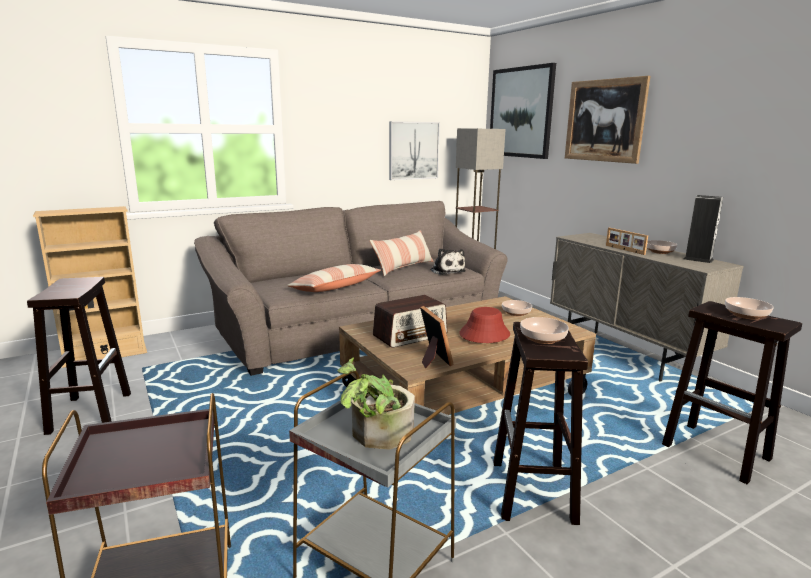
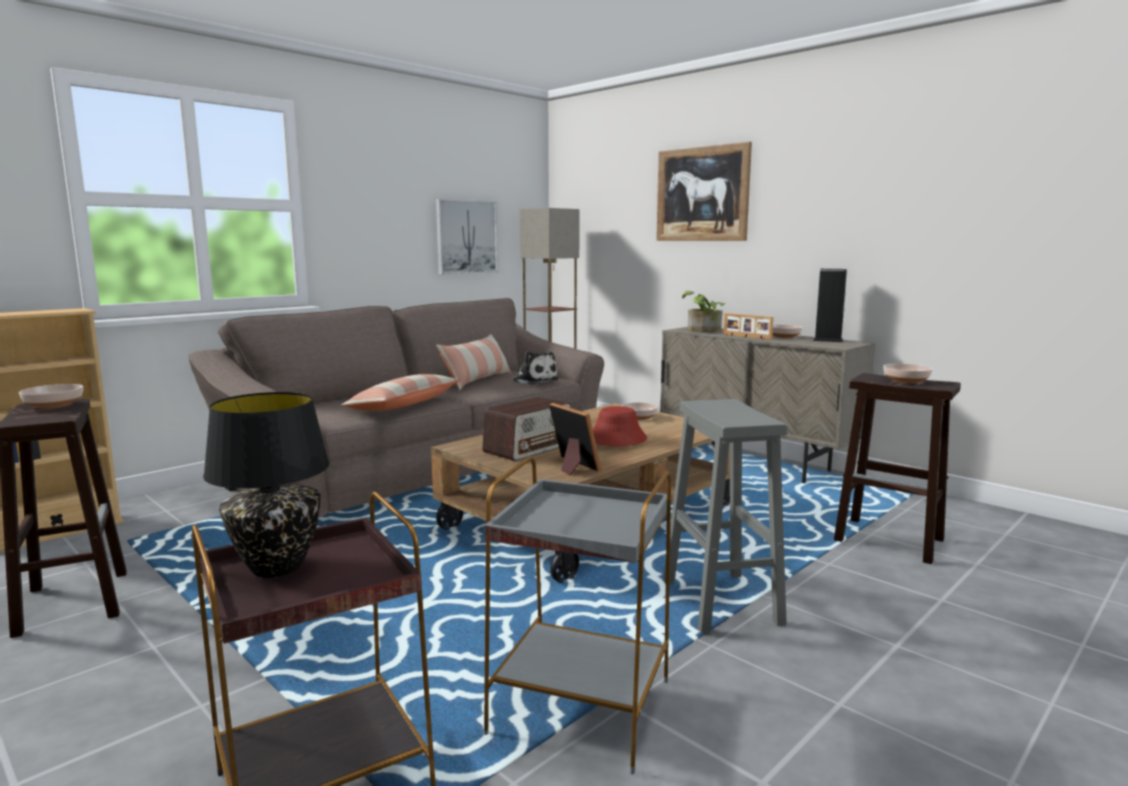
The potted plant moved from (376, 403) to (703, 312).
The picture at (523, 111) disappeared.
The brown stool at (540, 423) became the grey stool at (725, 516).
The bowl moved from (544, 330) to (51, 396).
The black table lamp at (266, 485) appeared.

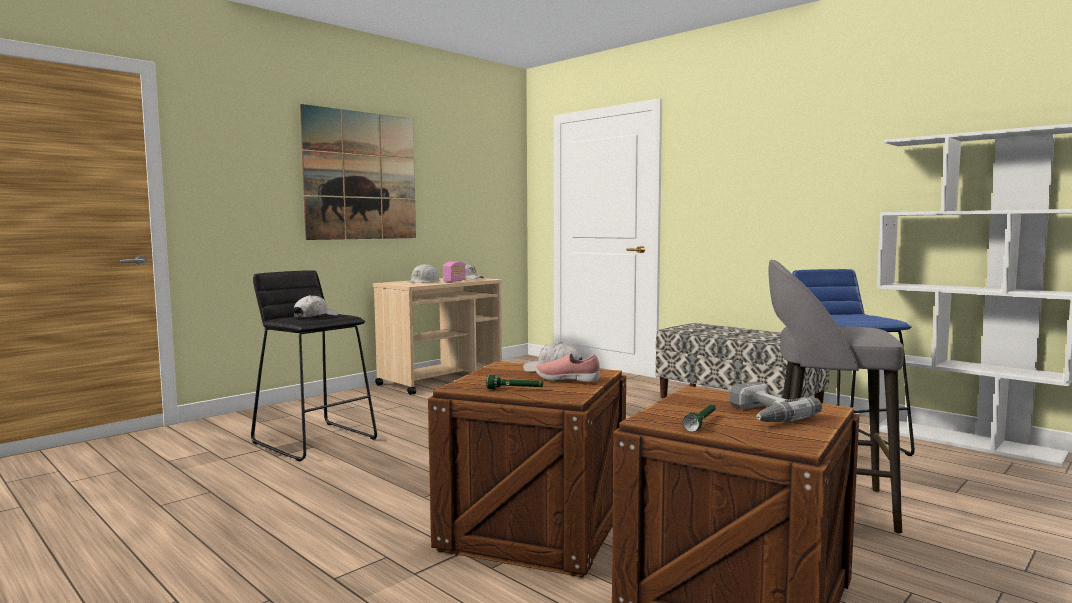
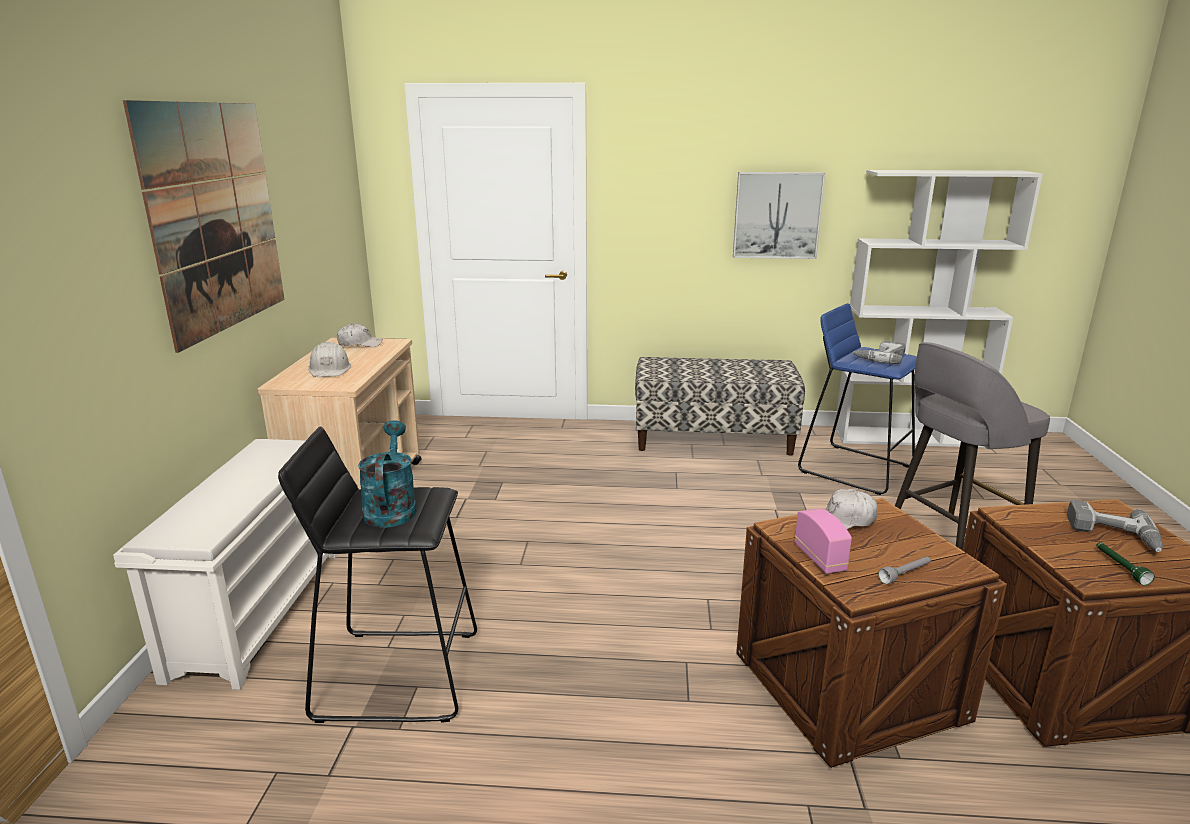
The white cap at (316, 306) was replaced by the turquoise watering can at (387, 474).
The radio moved from (454, 272) to (823, 541).
The green flashlight at (514, 382) became the grey flashlight at (904, 570).
The pink shoe at (567, 367) disappeared.
The white shoe rack at (225, 564) appeared.
The picture at (779, 215) appeared.
The power drill at (879, 352) appeared.

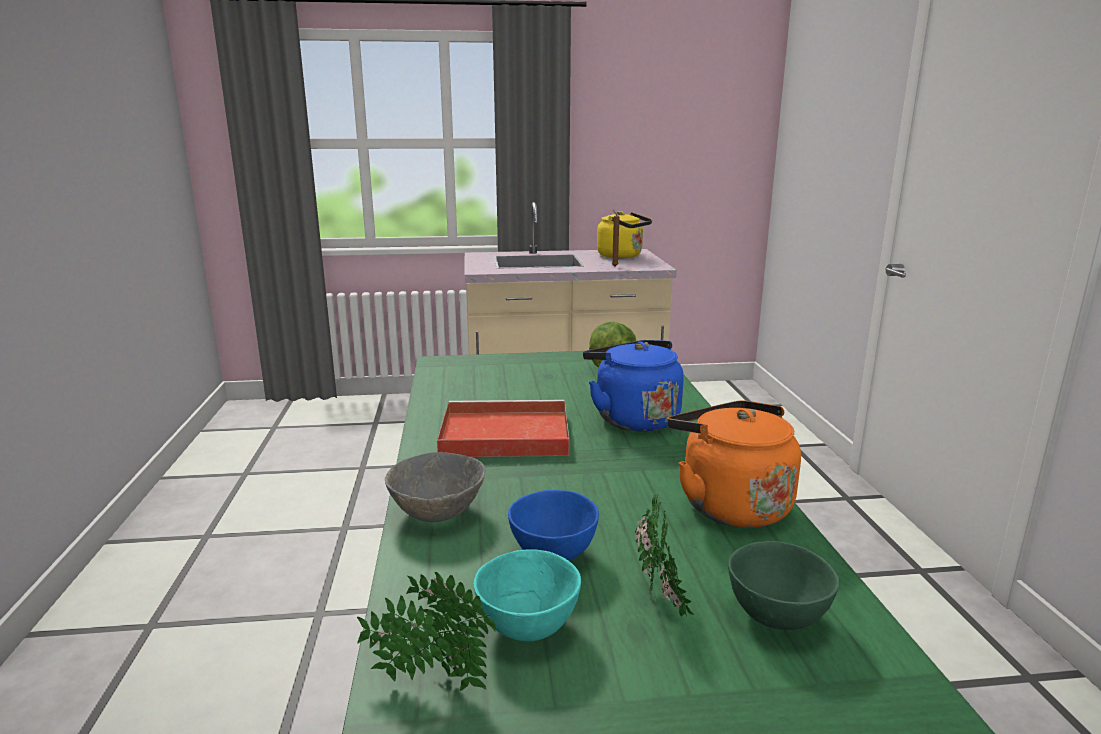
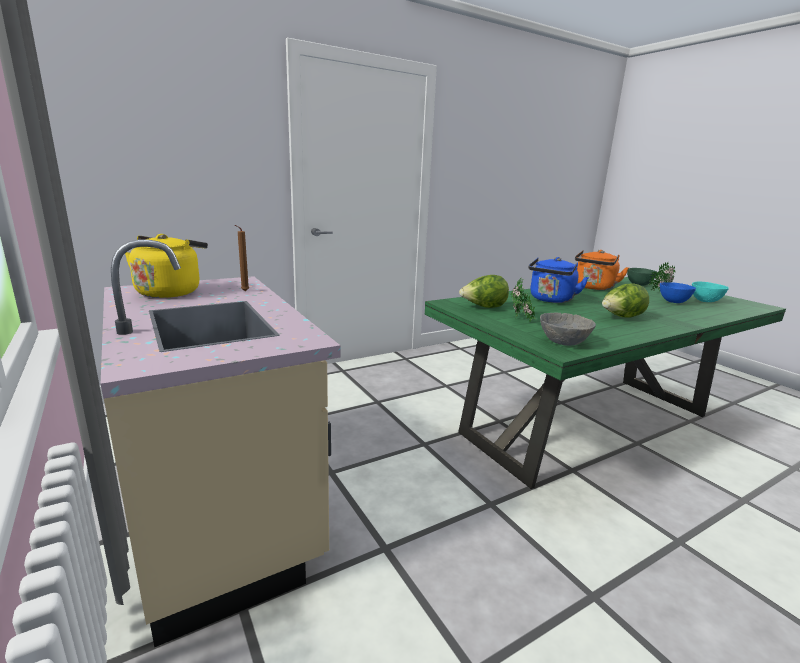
The potted plant moved from (426, 631) to (523, 299).
The grey bowl moved from (435, 487) to (568, 329).
The red tray at (503, 428) was replaced by the lettuce at (625, 301).

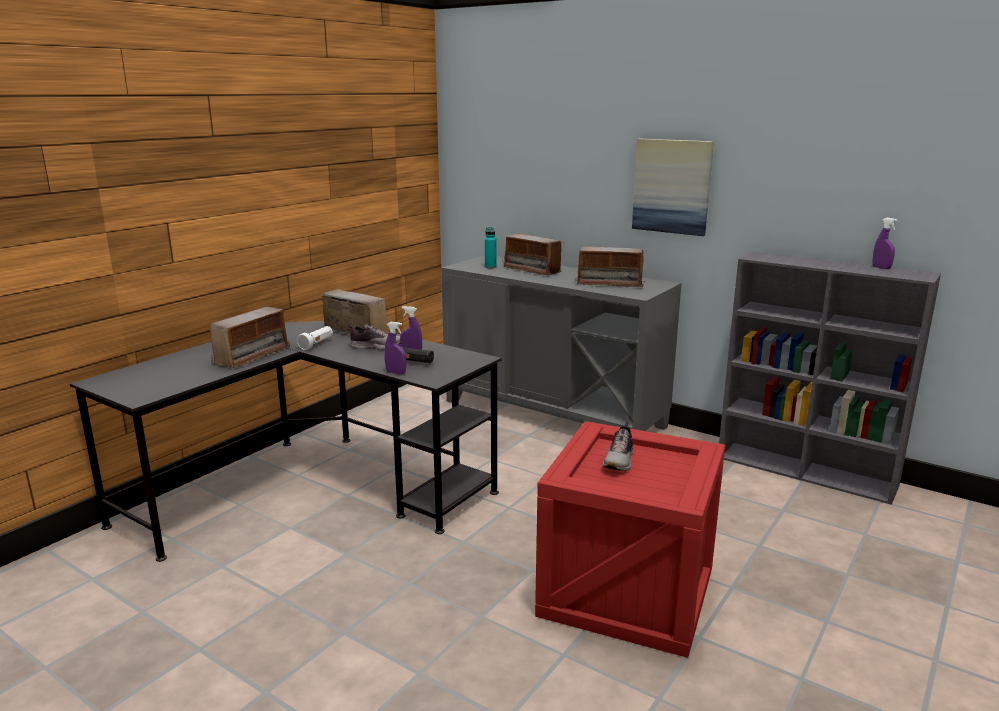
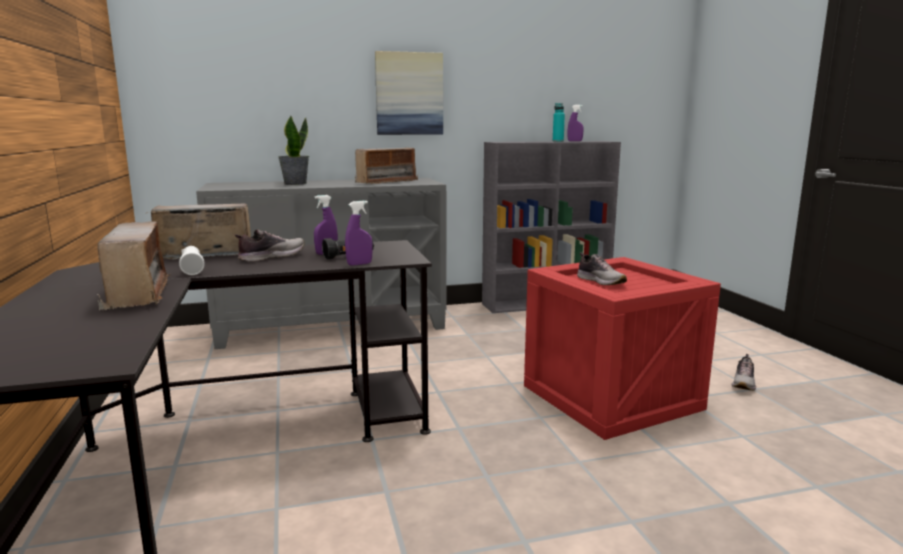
The turquoise bottle moved from (491, 247) to (559, 122).
The radio at (533, 254) was replaced by the potted plant at (293, 150).
The shoe at (744, 372) appeared.

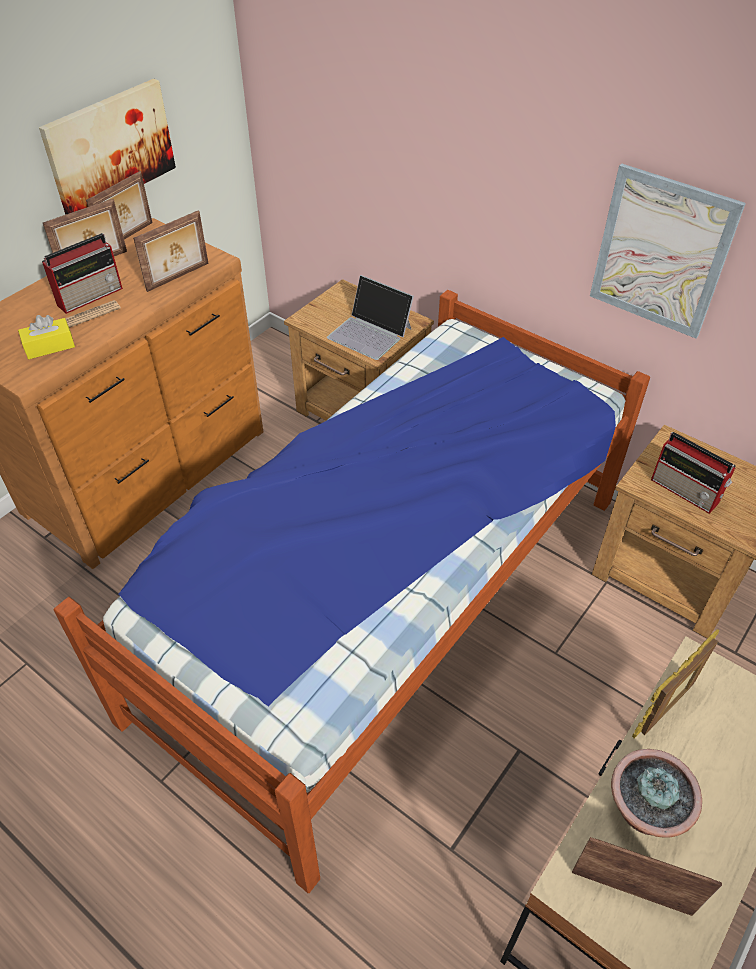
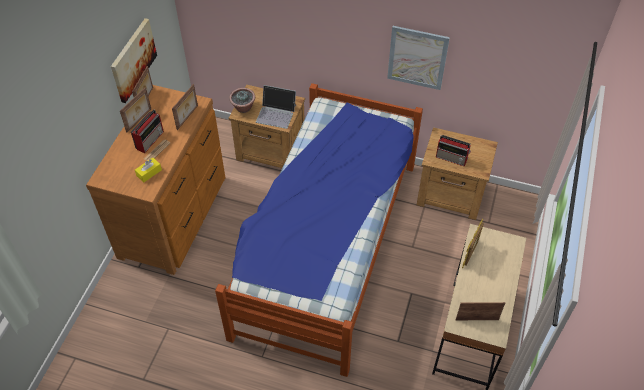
The potted plant moved from (656, 793) to (242, 100).

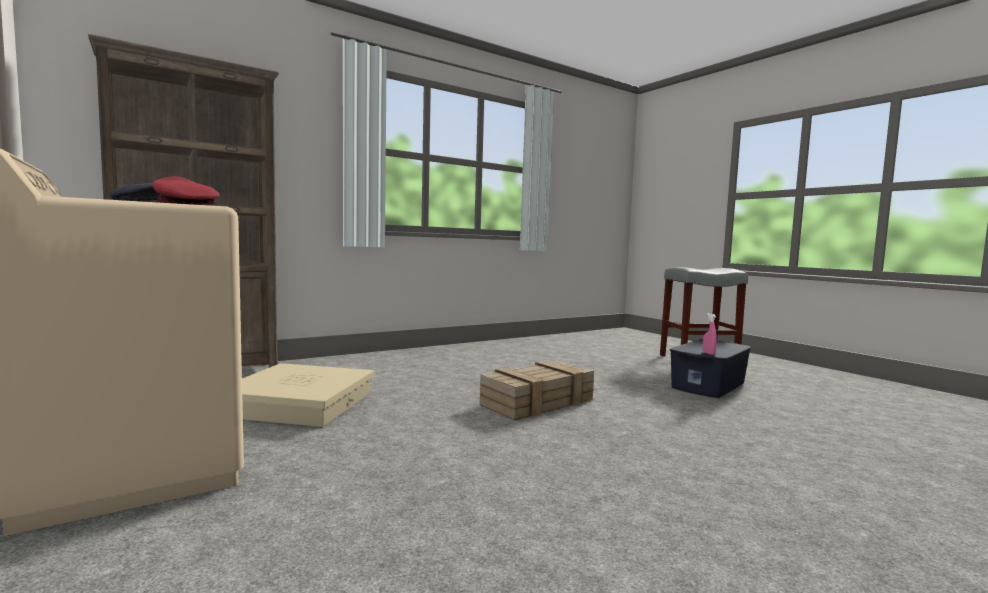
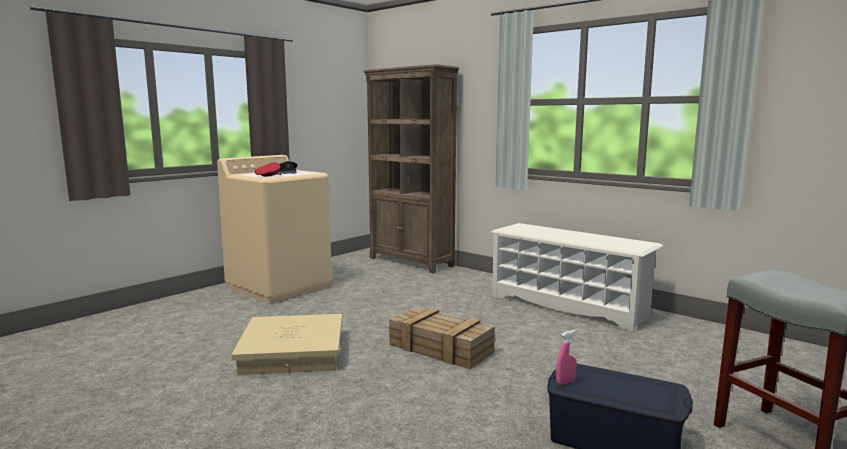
The beige storage box moved from (308, 395) to (286, 344).
The white shoe rack at (577, 277) appeared.

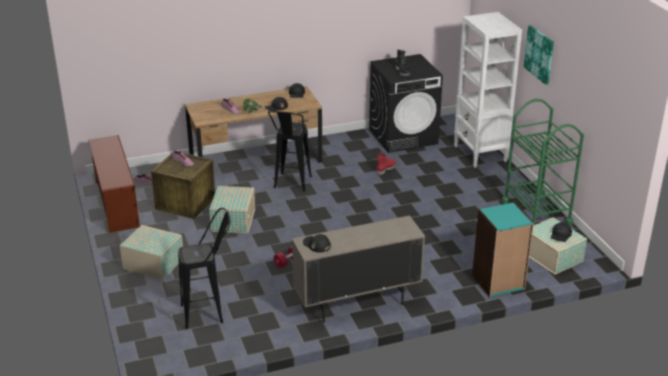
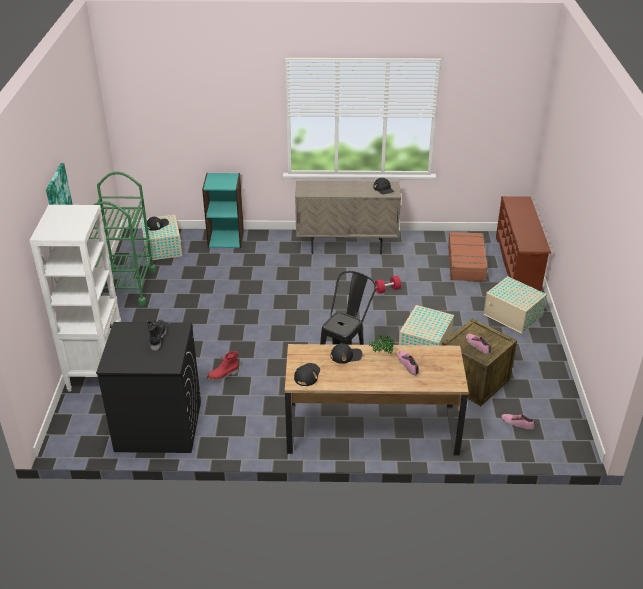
The brown shoe rack moved from (114, 184) to (523, 243).
The black stool at (204, 268) was replaced by the brown suitcase at (468, 257).

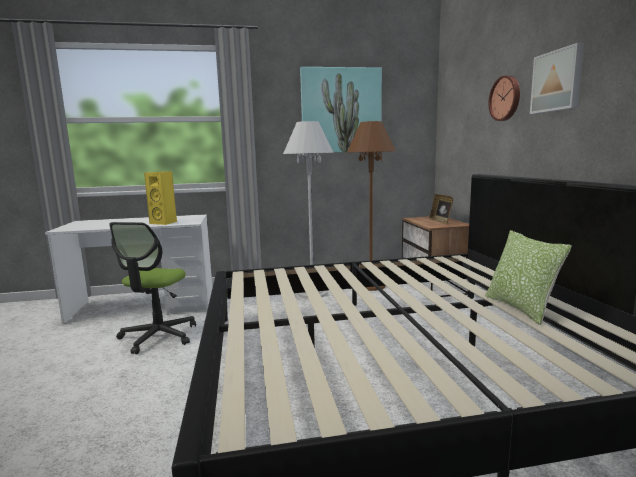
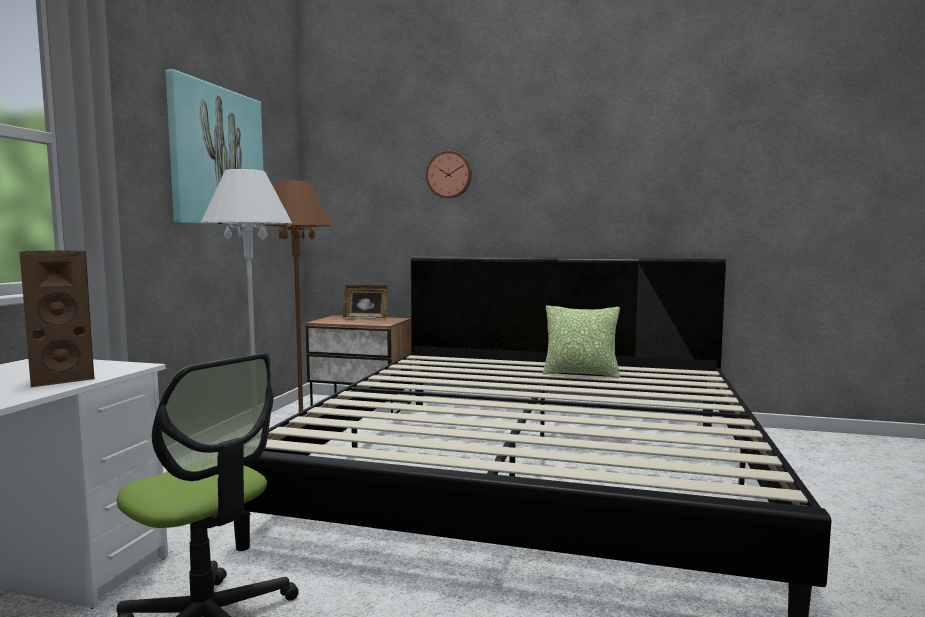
The yellow speaker at (160, 198) became the brown speaker at (58, 319).
The picture at (557, 78) disappeared.

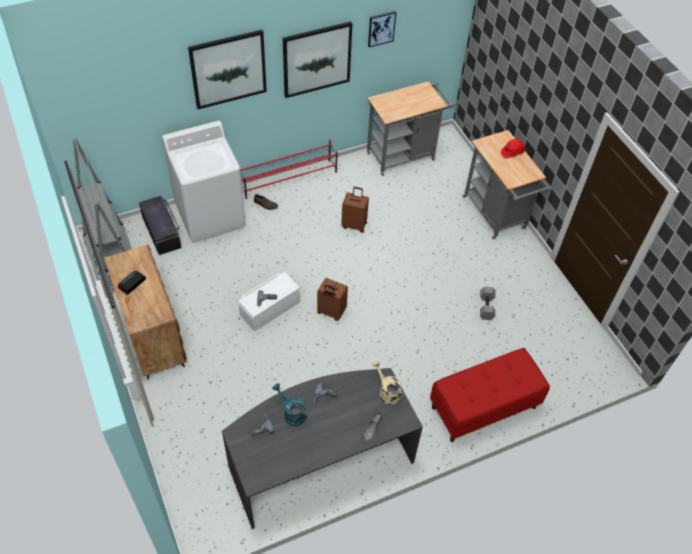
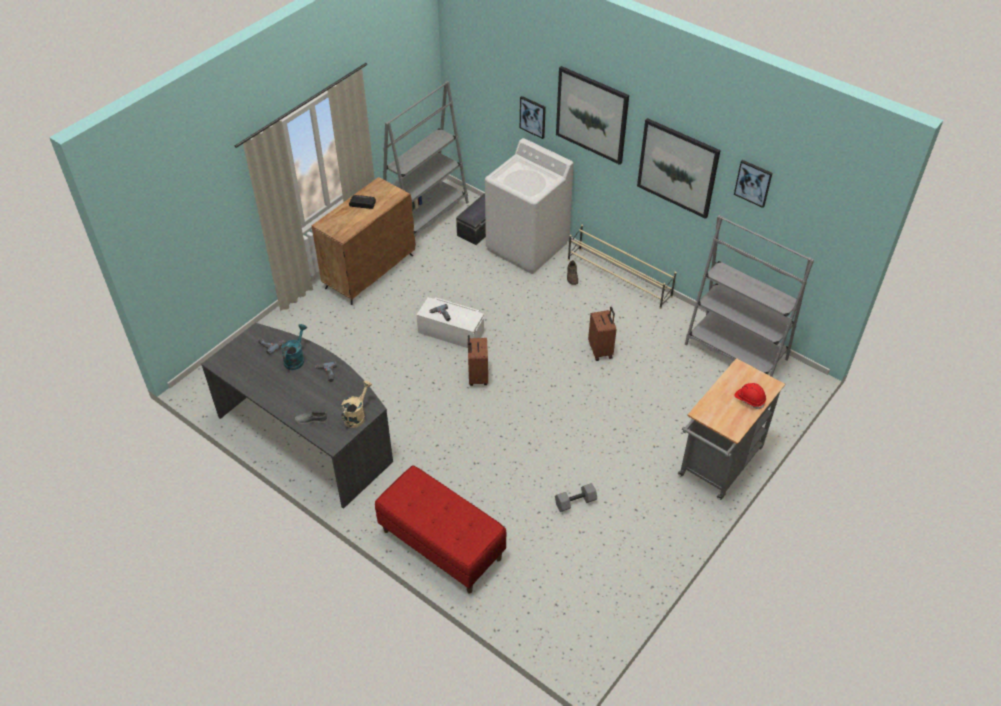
The red shoe rack at (289, 169) became the beige shoe rack at (622, 266).
The grey cart at (410, 128) was replaced by the grey bookcase at (749, 296).
The picture at (533, 117) appeared.

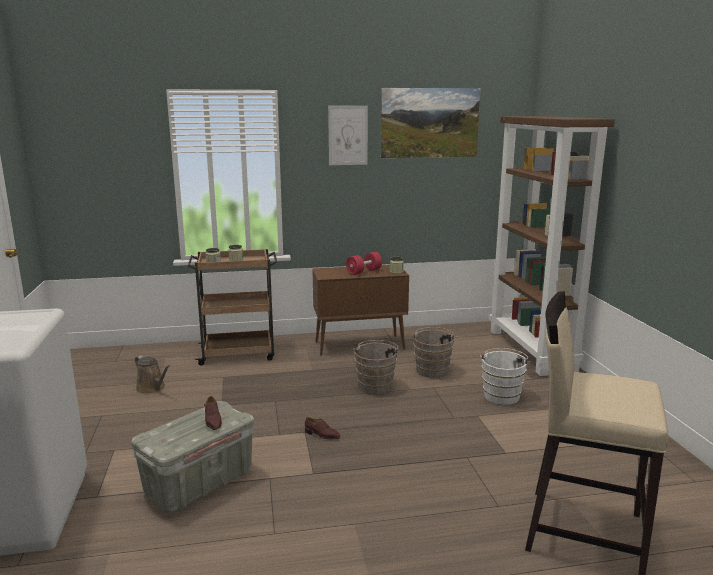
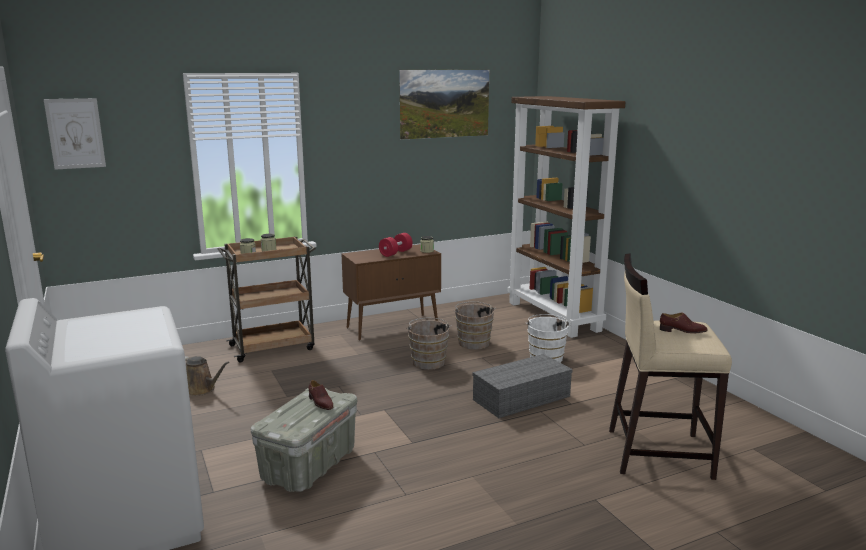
The brown shoe moved from (323, 428) to (684, 323).
The picture moved from (348, 135) to (75, 134).
The grey storage box at (522, 386) appeared.

